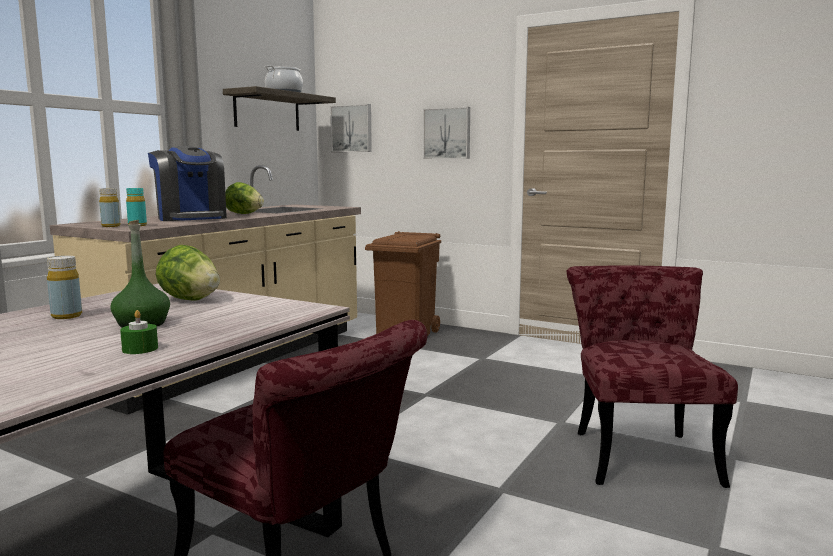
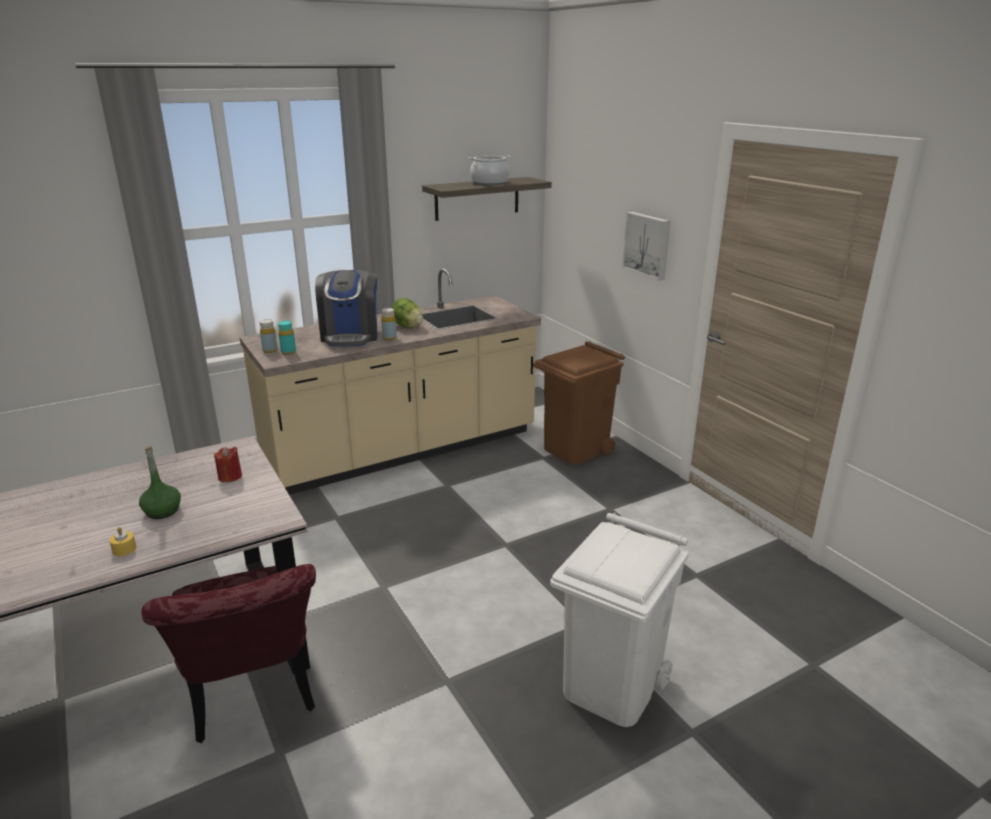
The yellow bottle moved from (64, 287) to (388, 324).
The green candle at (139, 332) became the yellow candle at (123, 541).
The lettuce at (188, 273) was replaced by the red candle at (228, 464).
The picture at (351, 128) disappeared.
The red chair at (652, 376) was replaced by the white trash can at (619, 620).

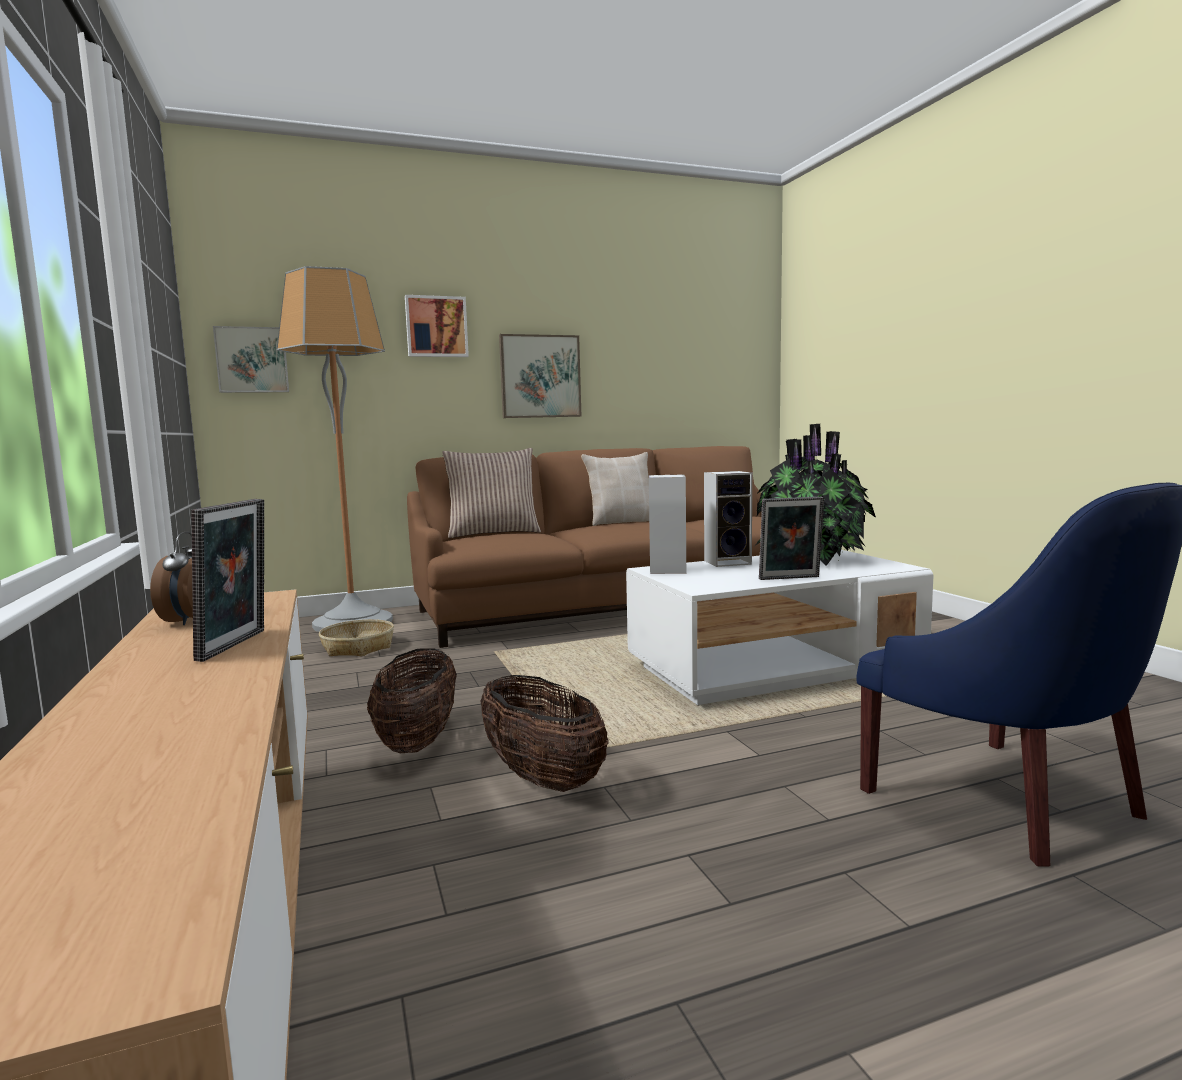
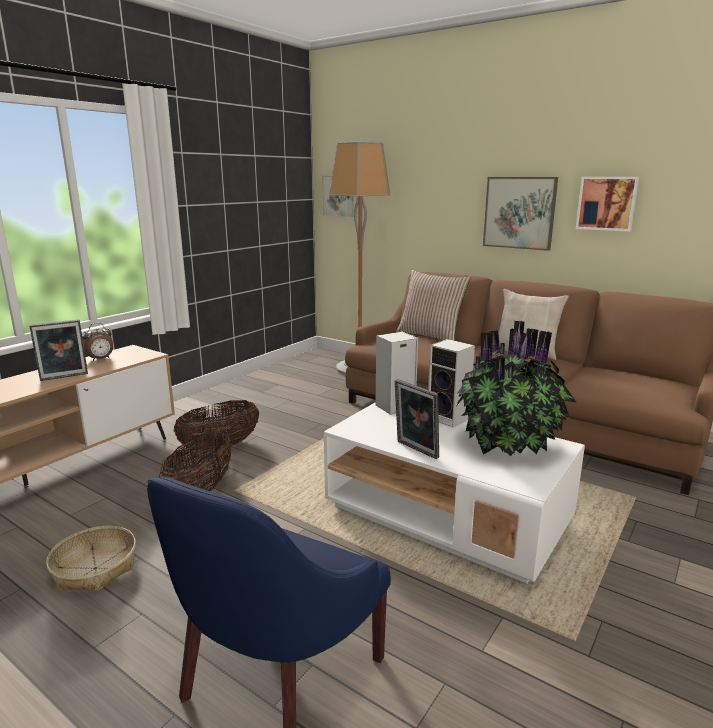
The basket moved from (356, 637) to (91, 558).
The picture moved from (437, 326) to (607, 204).

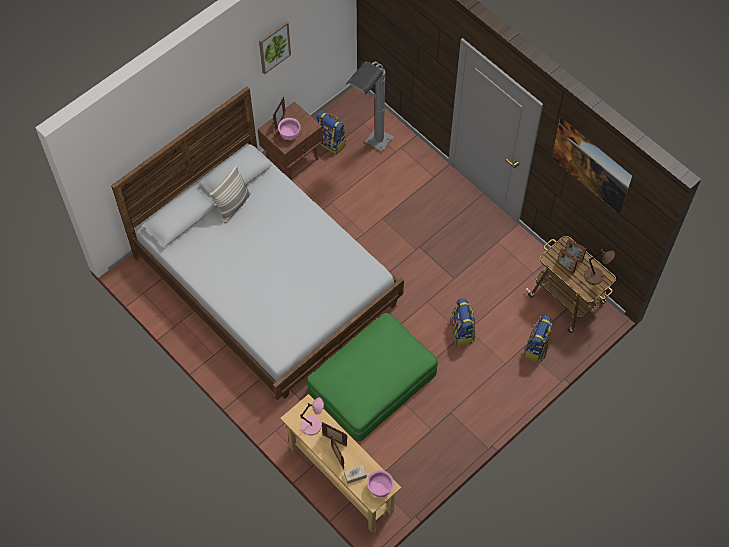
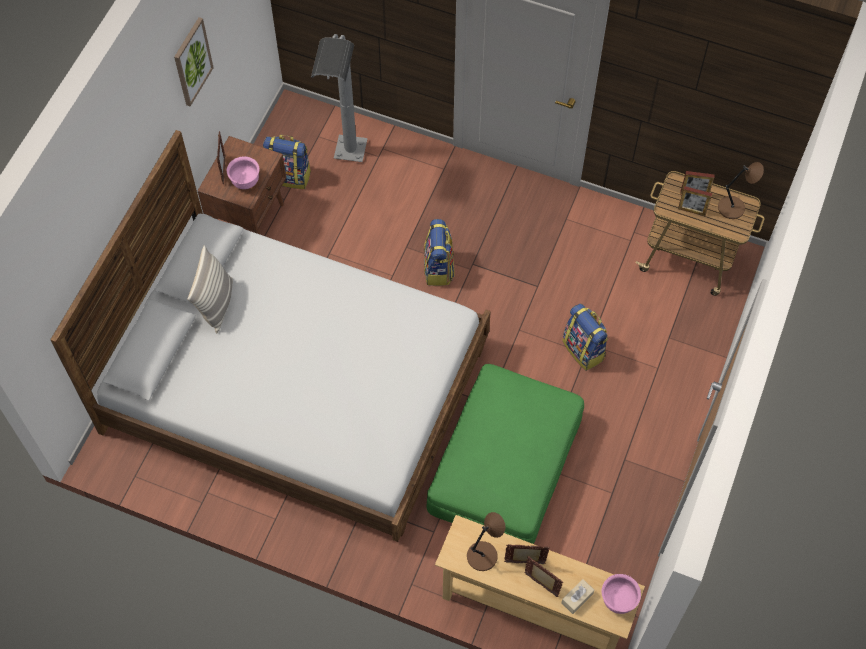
The pink table lamp at (312, 416) became the brown table lamp at (486, 541).
The backpack moved from (538, 339) to (439, 252).
The picture at (592, 166) disappeared.

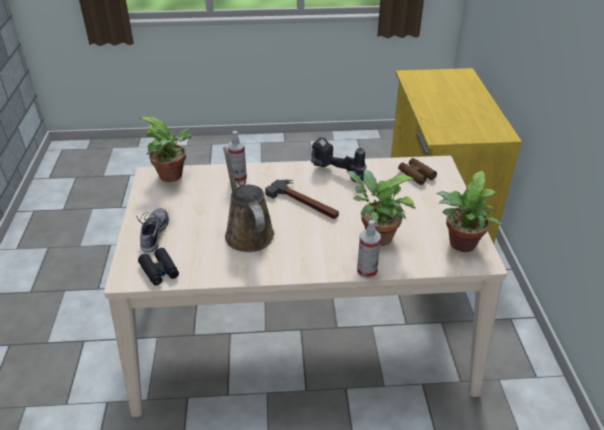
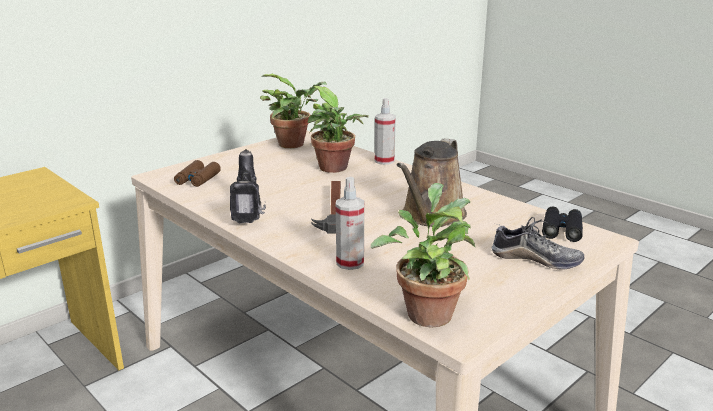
The shoe at (152, 230) turned 120 degrees counterclockwise.

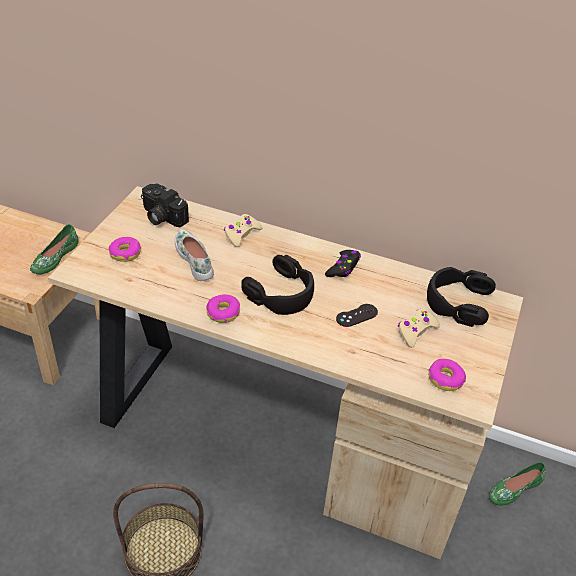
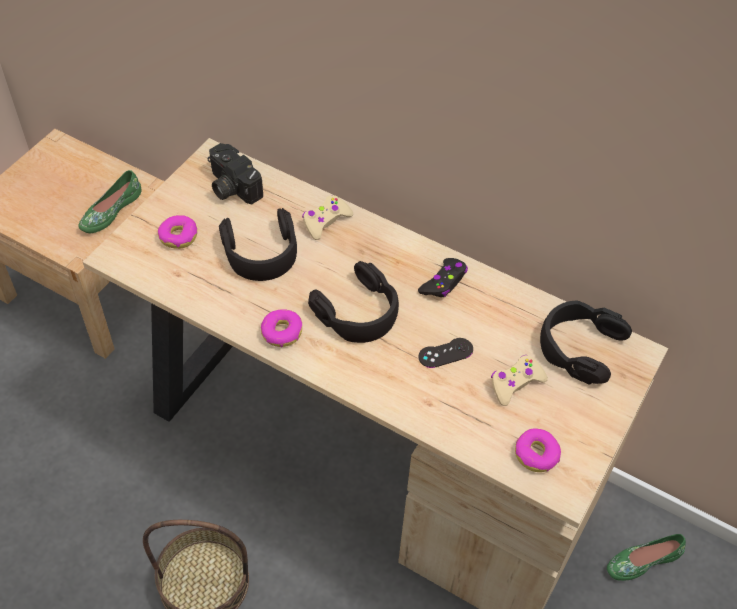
The white shoe at (194, 255) was replaced by the black headphones at (258, 244).

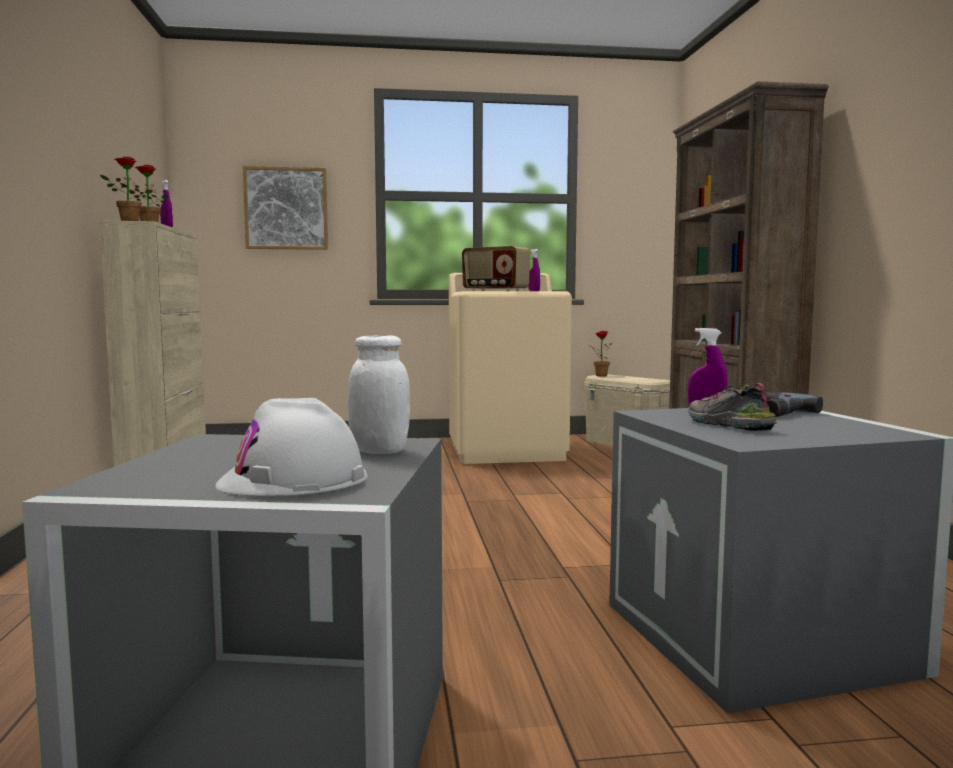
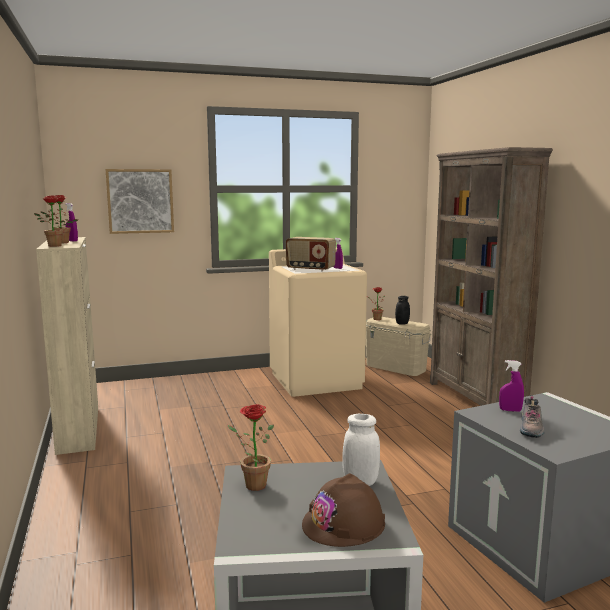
The white hard hat at (291, 447) became the brown hard hat at (343, 510).
The shoe at (732, 407) turned 120 degrees counterclockwise.
The power drill at (794, 404) disappeared.
The potted plant at (251, 447) appeared.
The black jar at (402, 310) appeared.

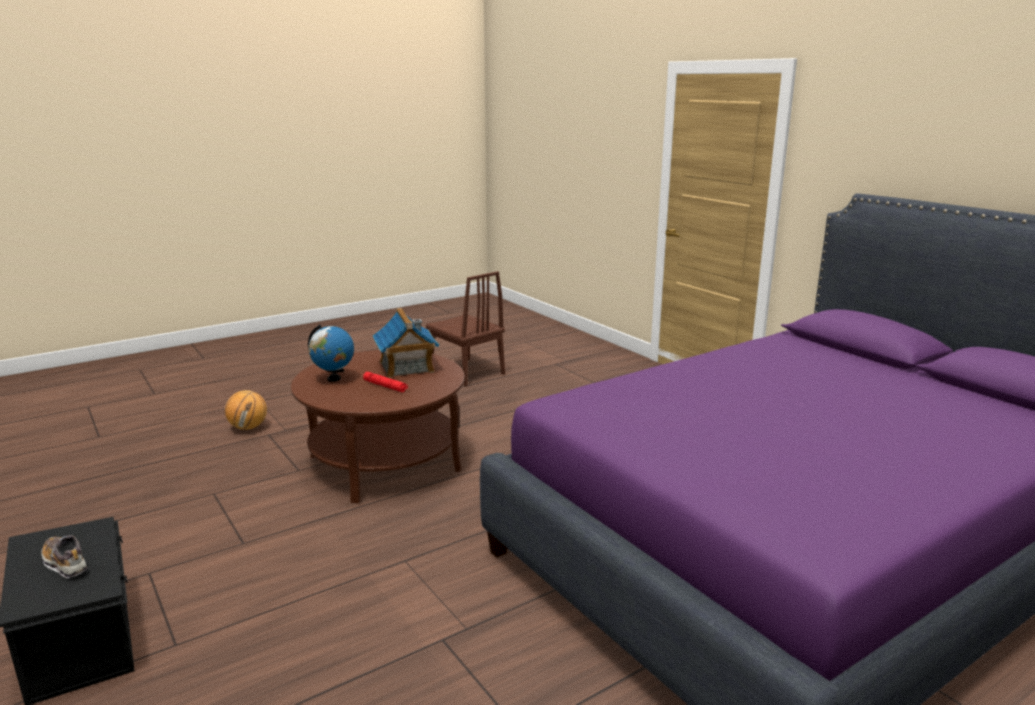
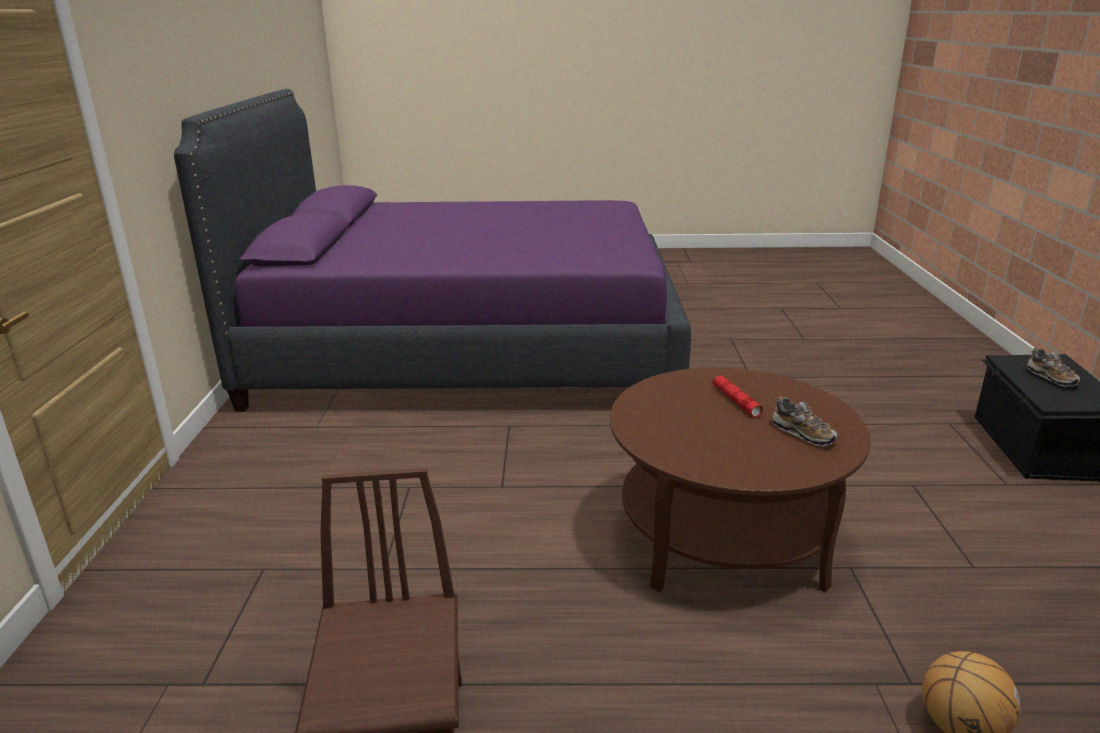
The globe at (331, 353) was replaced by the shoe at (805, 421).
The toy house at (406, 343) disappeared.

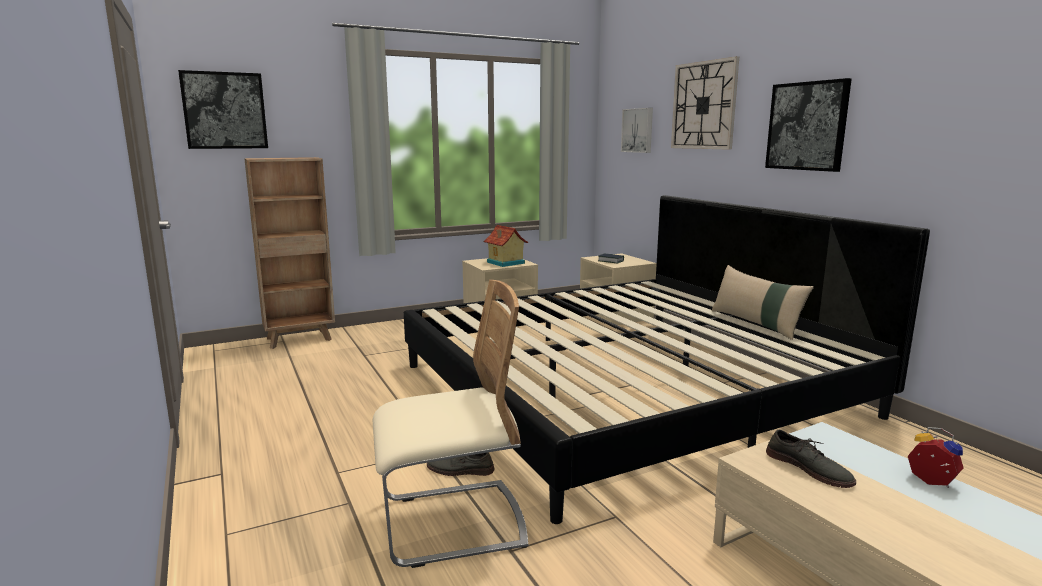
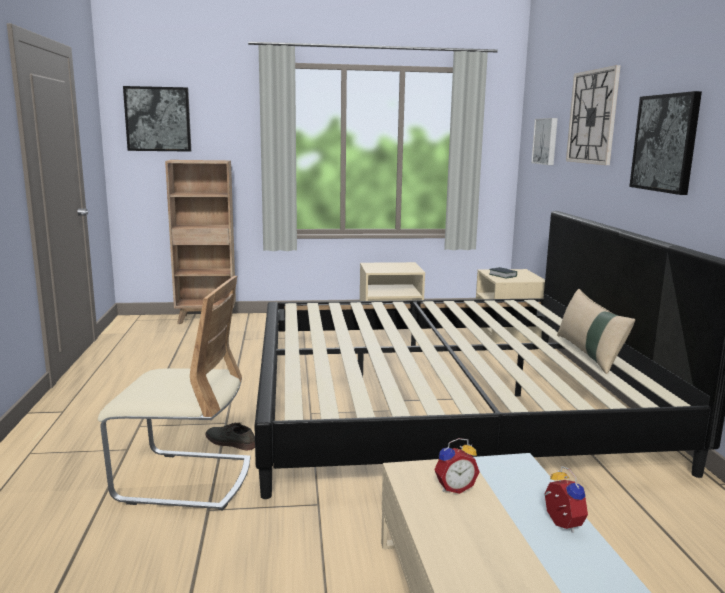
The toy house at (505, 246) disappeared.
The grey shoe at (811, 459) was replaced by the alarm clock at (457, 466).

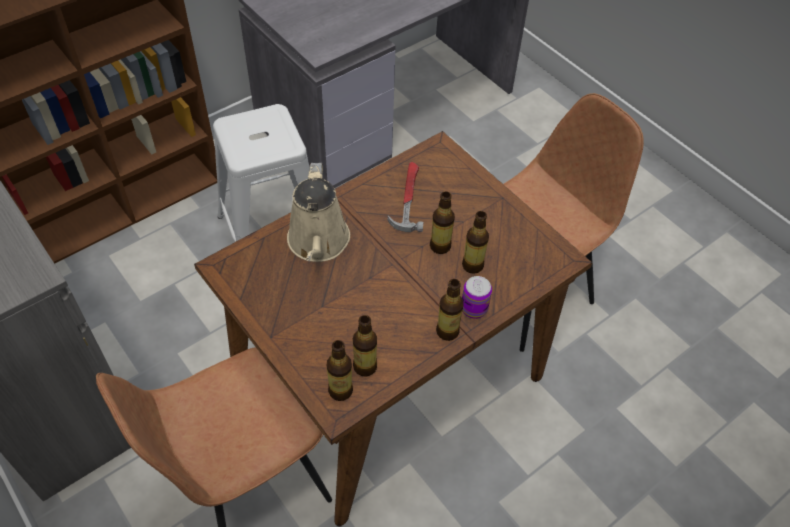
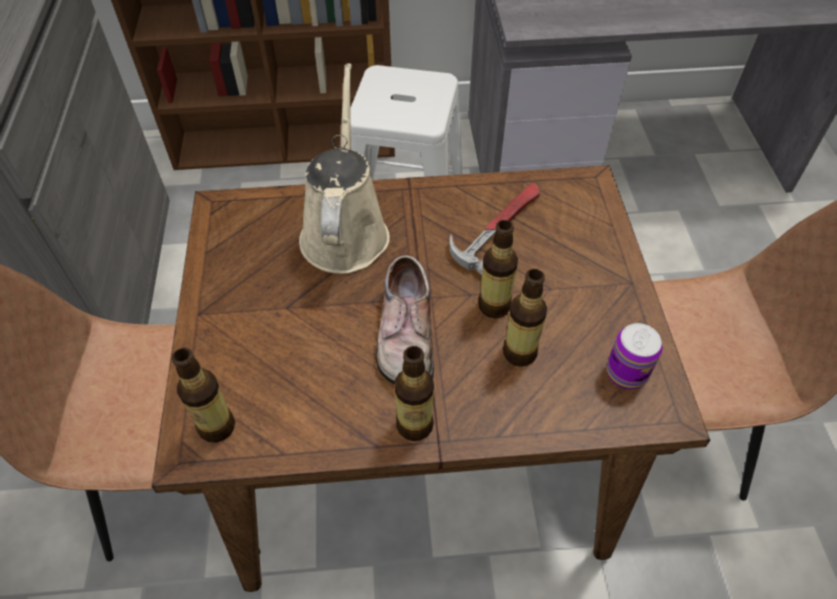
The beige watering can at (318, 212) turned 150 degrees clockwise.
The bottle at (365, 346) disappeared.
The can moved from (477, 297) to (634, 356).
The shoe at (405, 320) appeared.

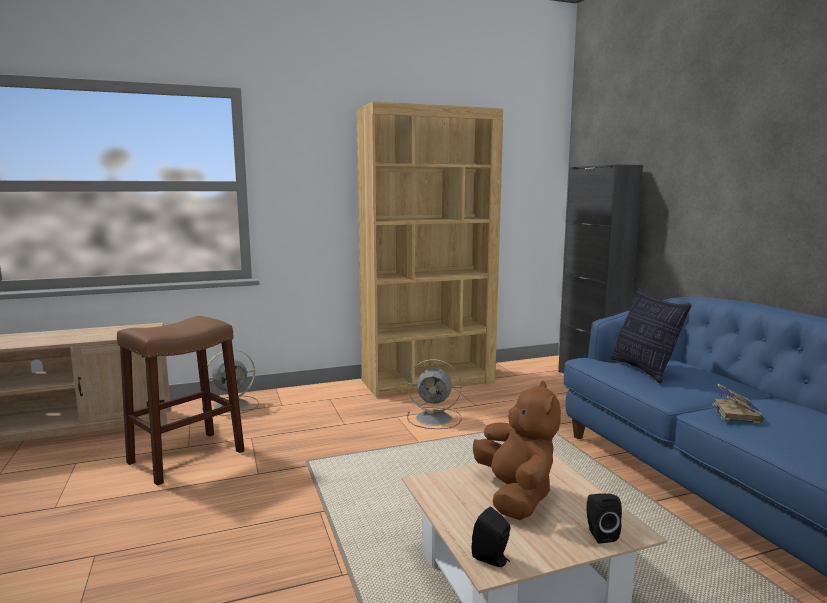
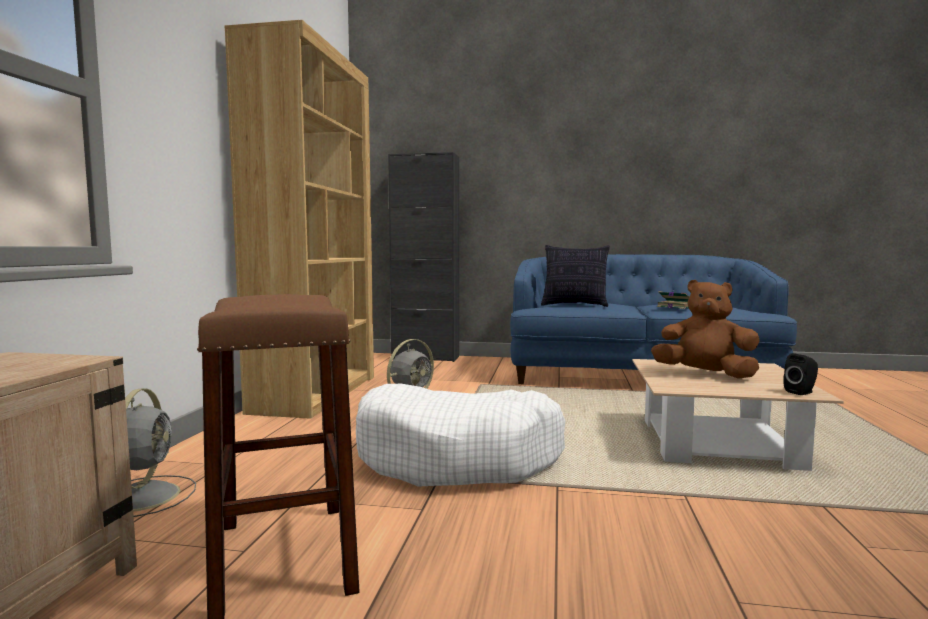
The black speaker at (604, 518) disappeared.
The white dog bed at (460, 435) appeared.

